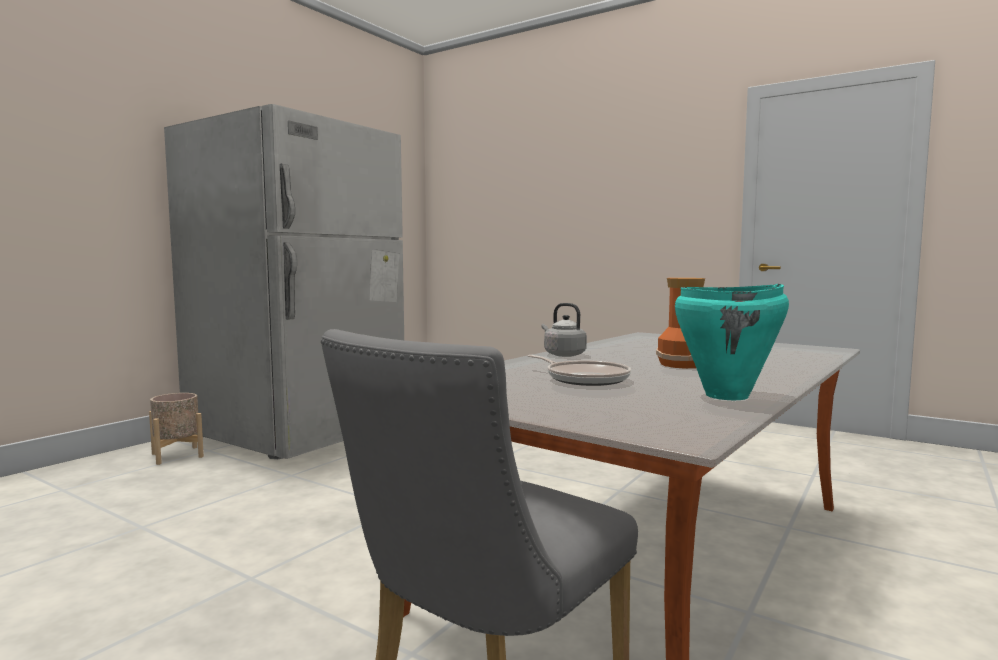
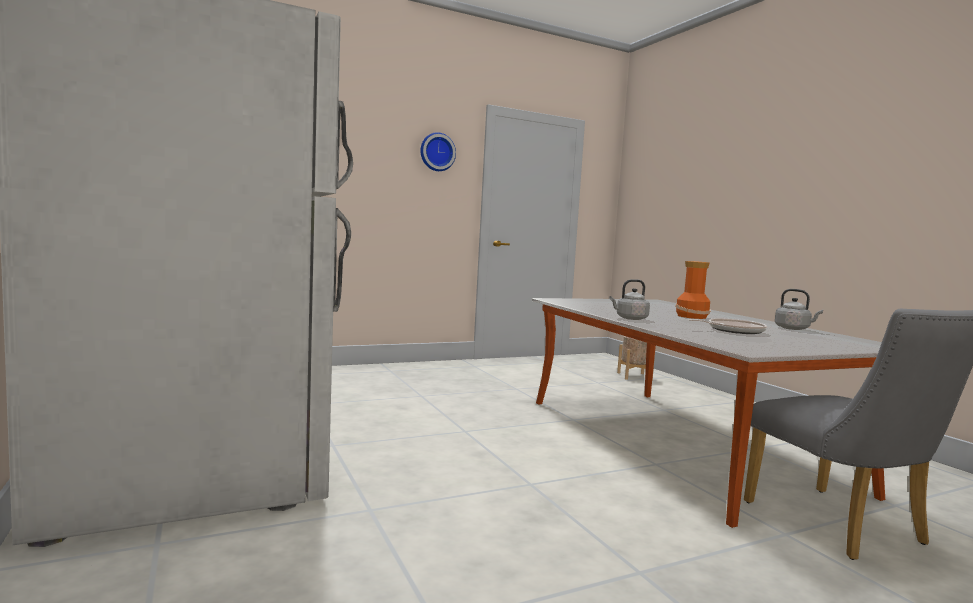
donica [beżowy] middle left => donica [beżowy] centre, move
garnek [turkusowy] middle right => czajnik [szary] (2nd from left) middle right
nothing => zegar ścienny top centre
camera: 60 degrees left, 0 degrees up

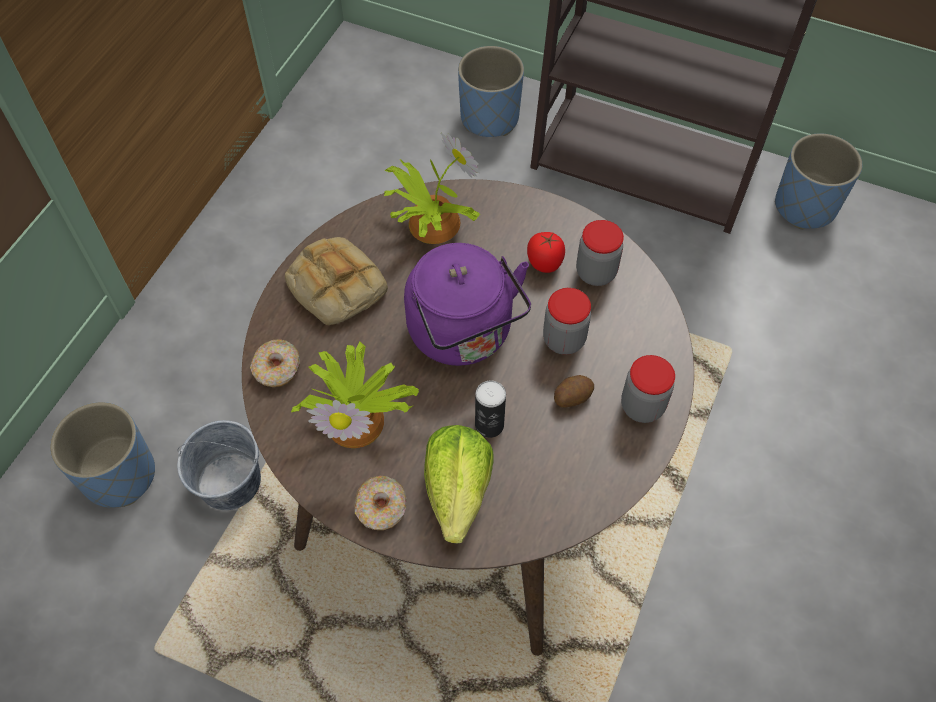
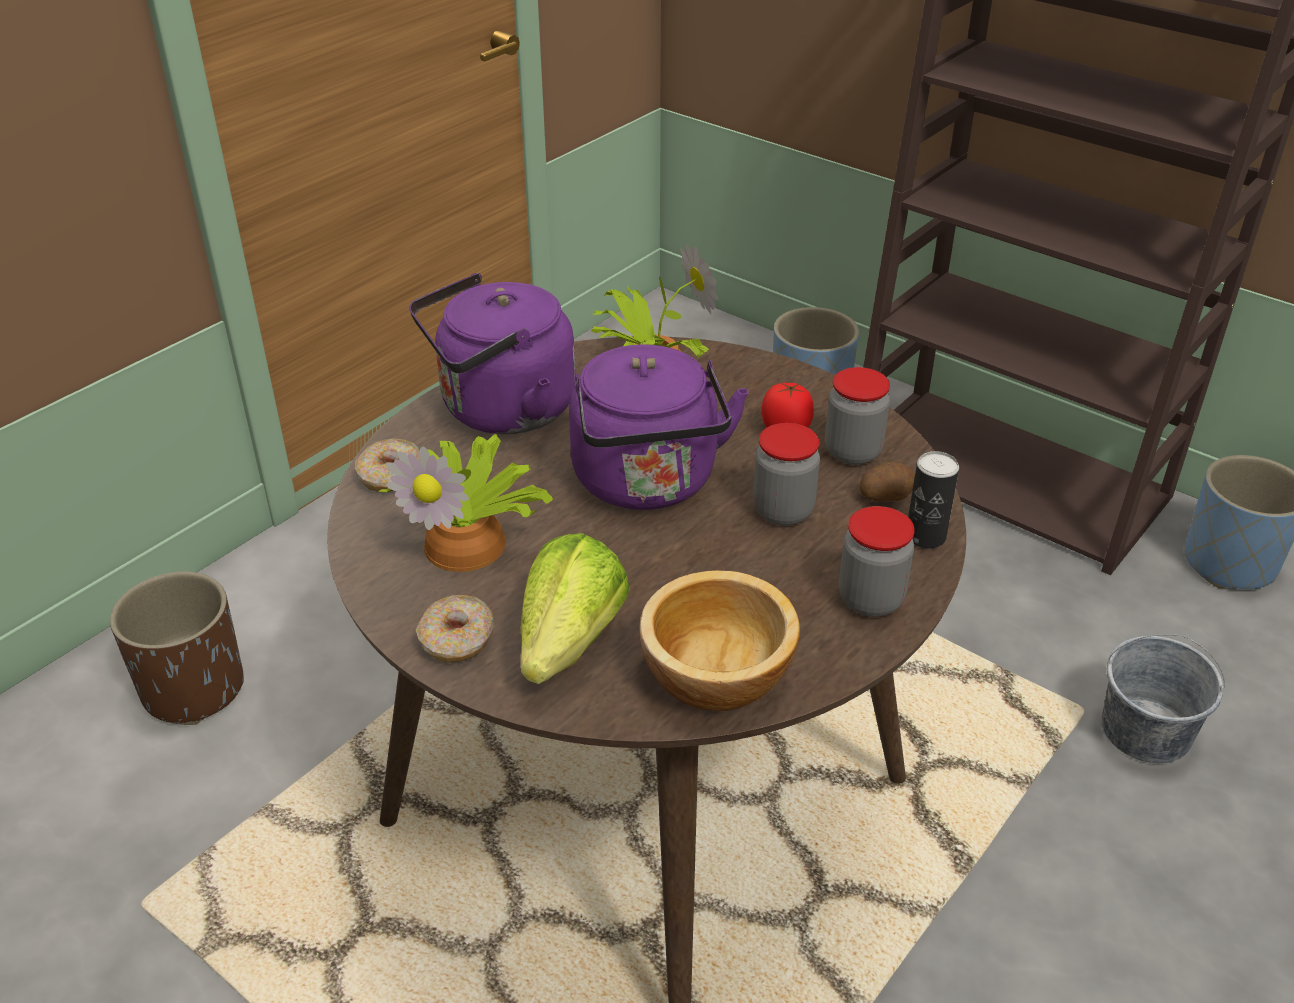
donica [niebieski] (1st from left) middle left => donica [brązowy] middle left
wiadro [szary] middle left => wiadro [szary] bottom right, move
chleb centre => czajnik [fioletowy] (1st from left) centre
puszka centre => puszka middle right, move
ziemniak centre => ziemniak middle right, move
nothing => miska centre
camera: 15 degrees right, 20 degrees down

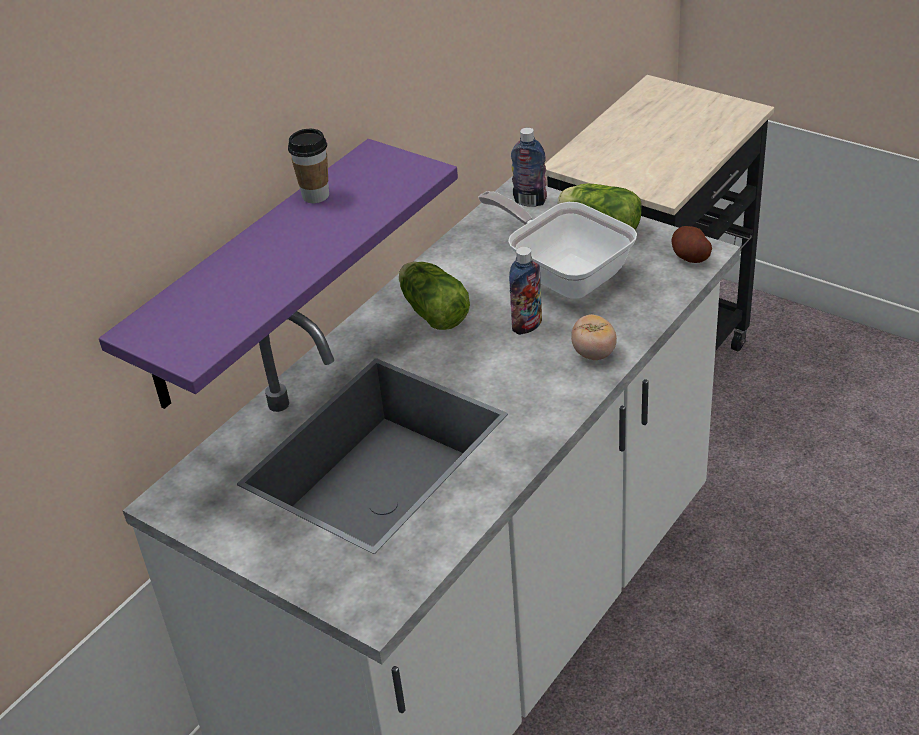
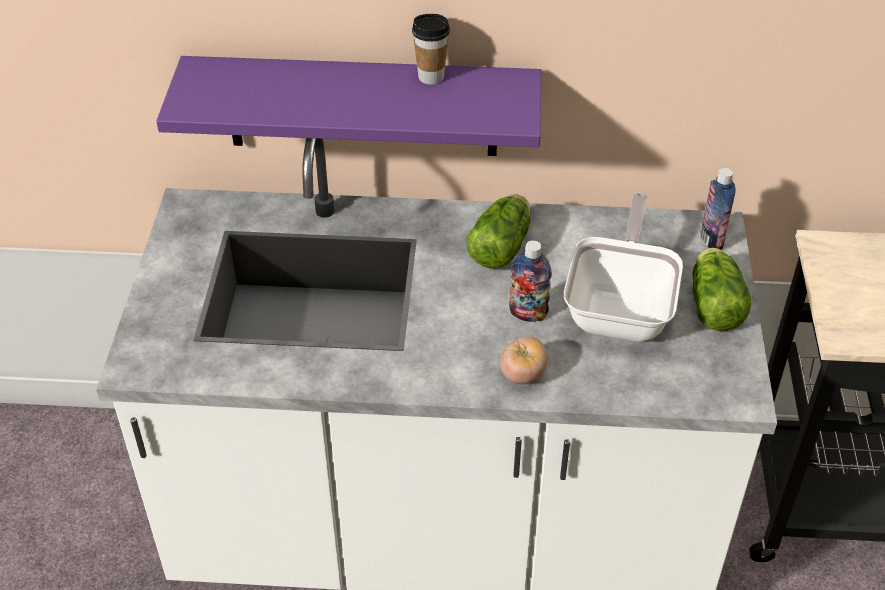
ziemniak top right => nothing
camera: 55 degrees right, 5 degrees up

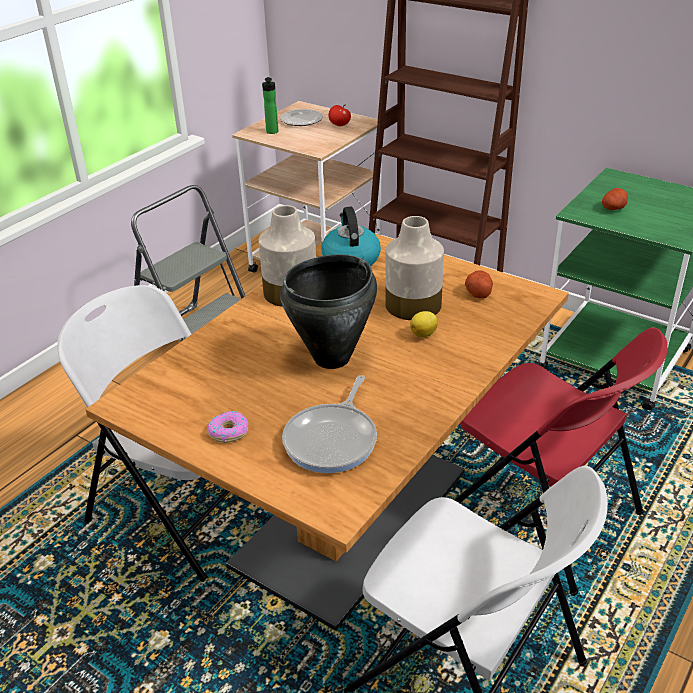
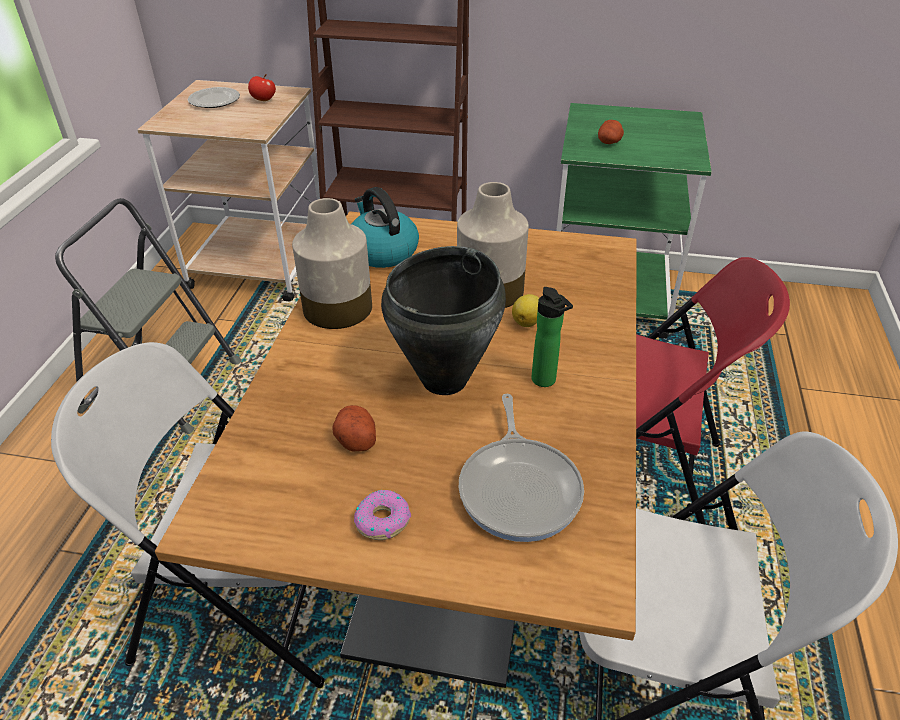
butelka top centre => butelka centre, move
ziemniak (1st from left) middle right => ziemniak (1st from left) centre, move
camera: 25 degrees left, 5 degrees up

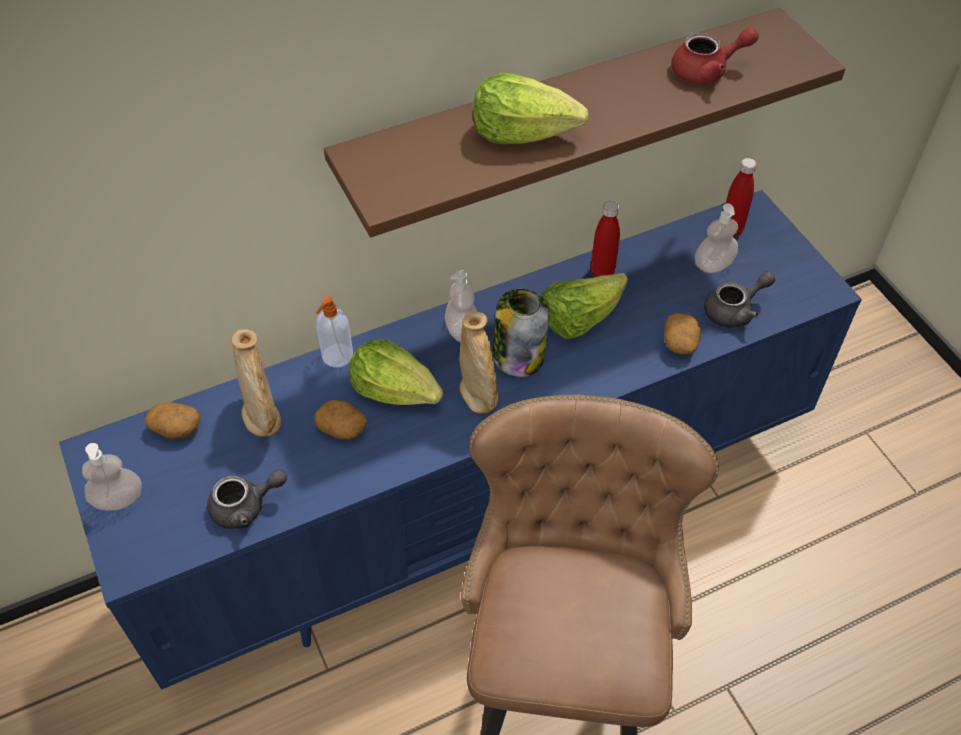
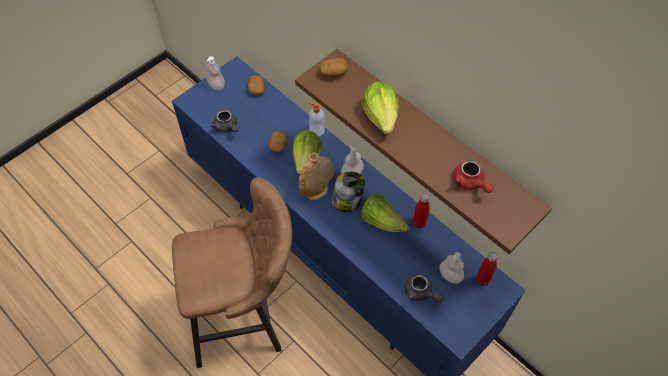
wazon [beżowy] (1st from left) middle left => nothing
ziemniak (3rd from left) middle right => ziemniak (3rd from left) top centre, move
camera: 70 degrees right, 5 degrees up

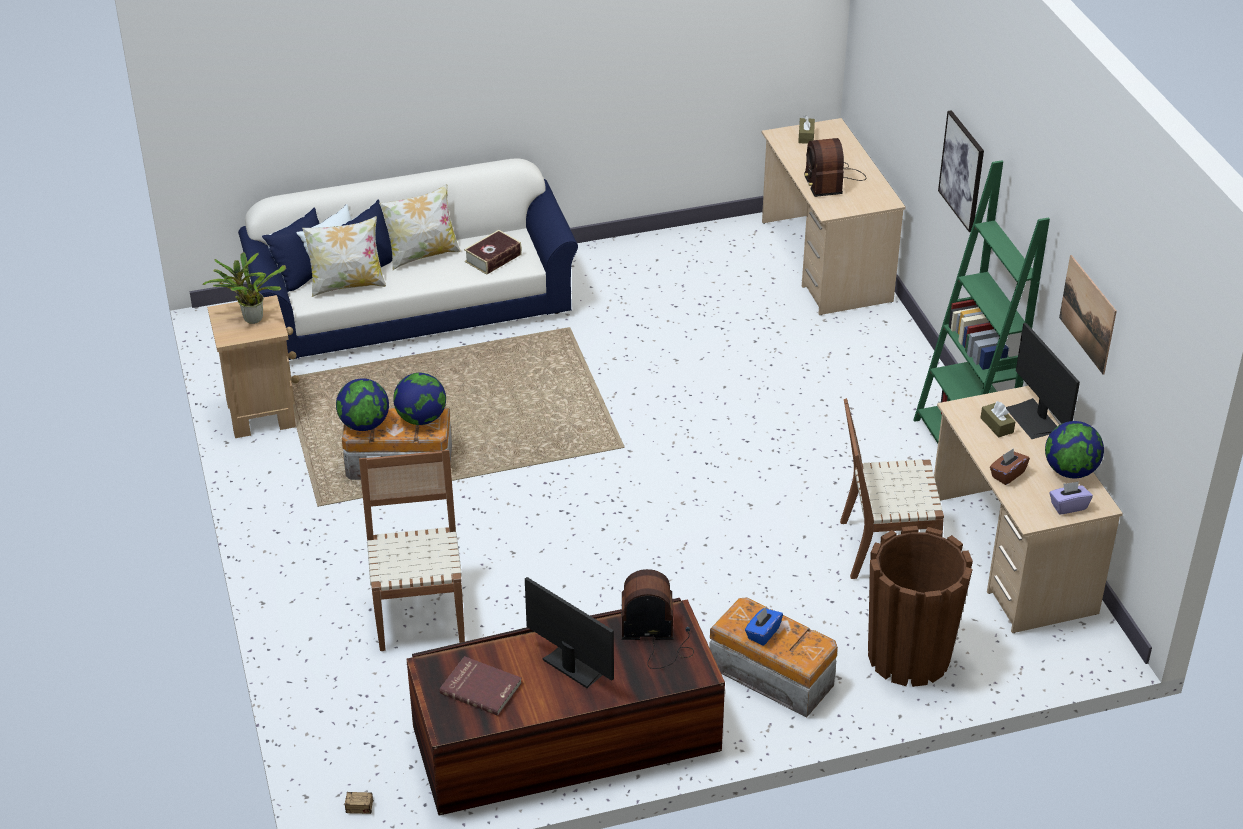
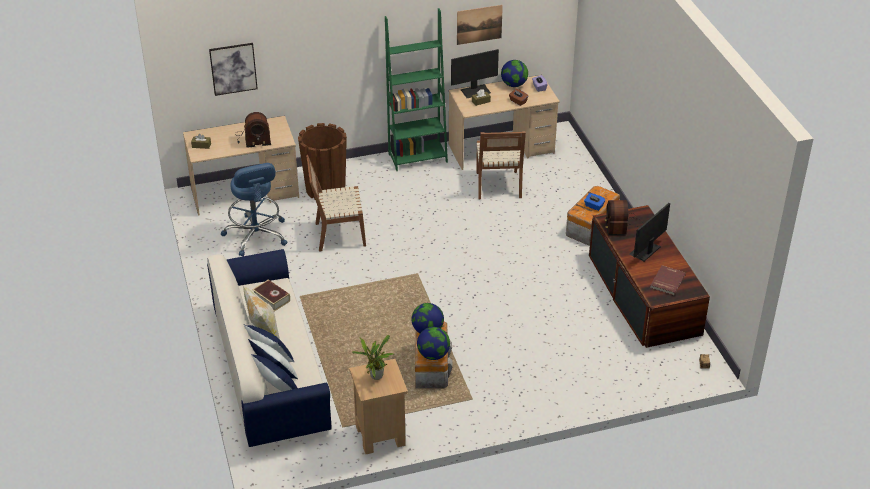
poduszka (1st from left) top left => nothing
krzesło (1st from left) middle left => krzesło (1st from left) centre, move
donica [brązowy] bottom right => donica [brązowy] top centre, move
obraz (1st from left) top right => obraz (1st from left) top left, move
nothing => stołek [niebieski] middle left
camera: 90 degrees left, 0 degrees up

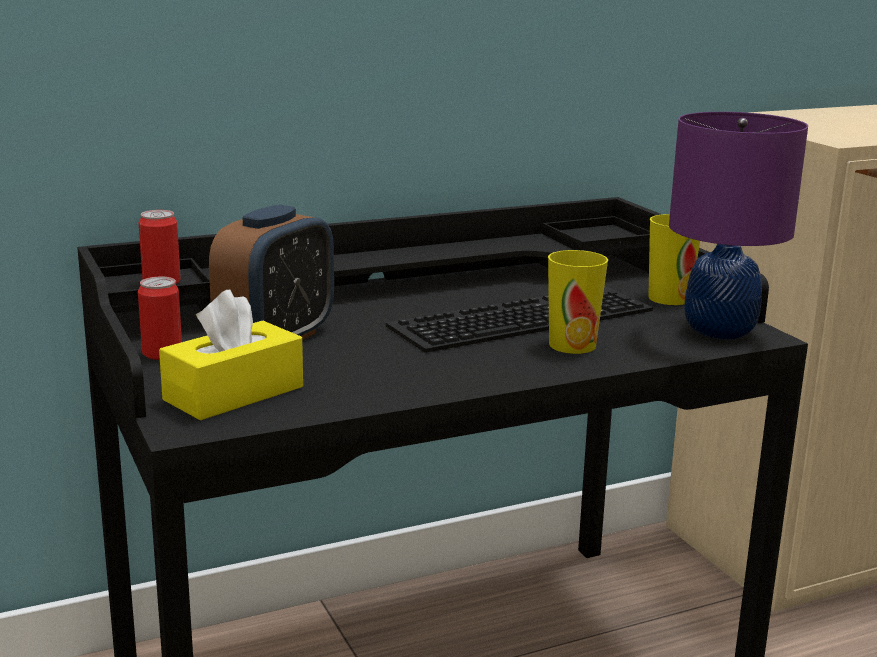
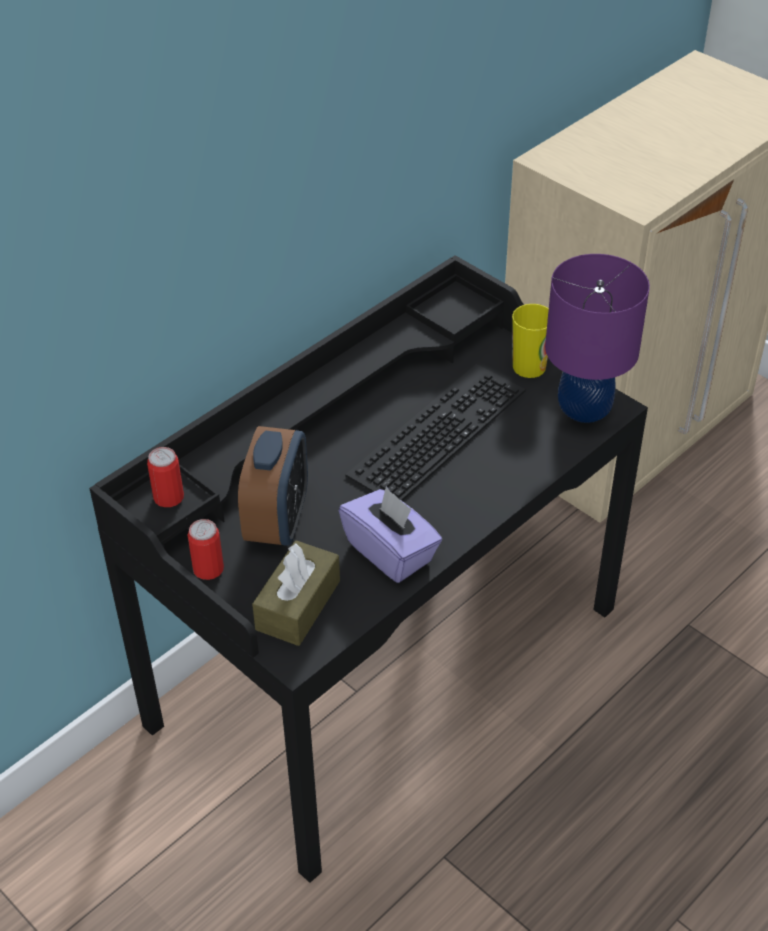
pudełko chusteczek [żółty] middle left => pudełko chusteczek [brązowy] centre
filiżanka (1st from left) centre => nothing
nothing => pudełko chusteczek [fioletowy] centre
camera: 20 degrees left, 25 degrees up

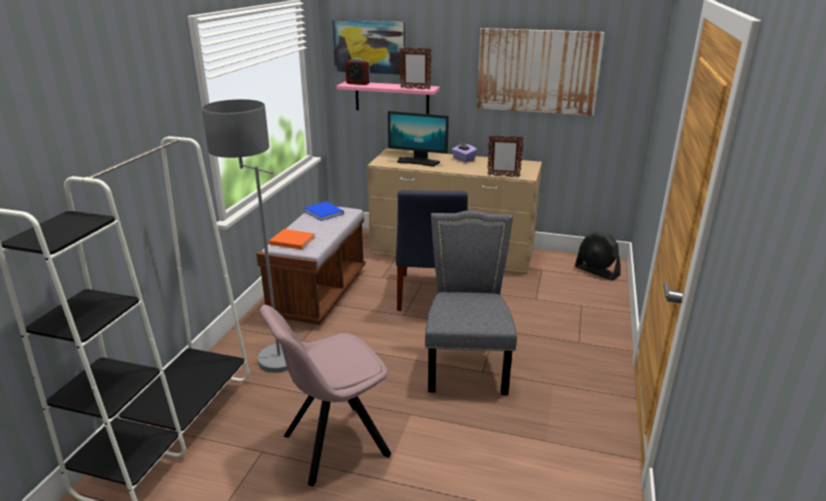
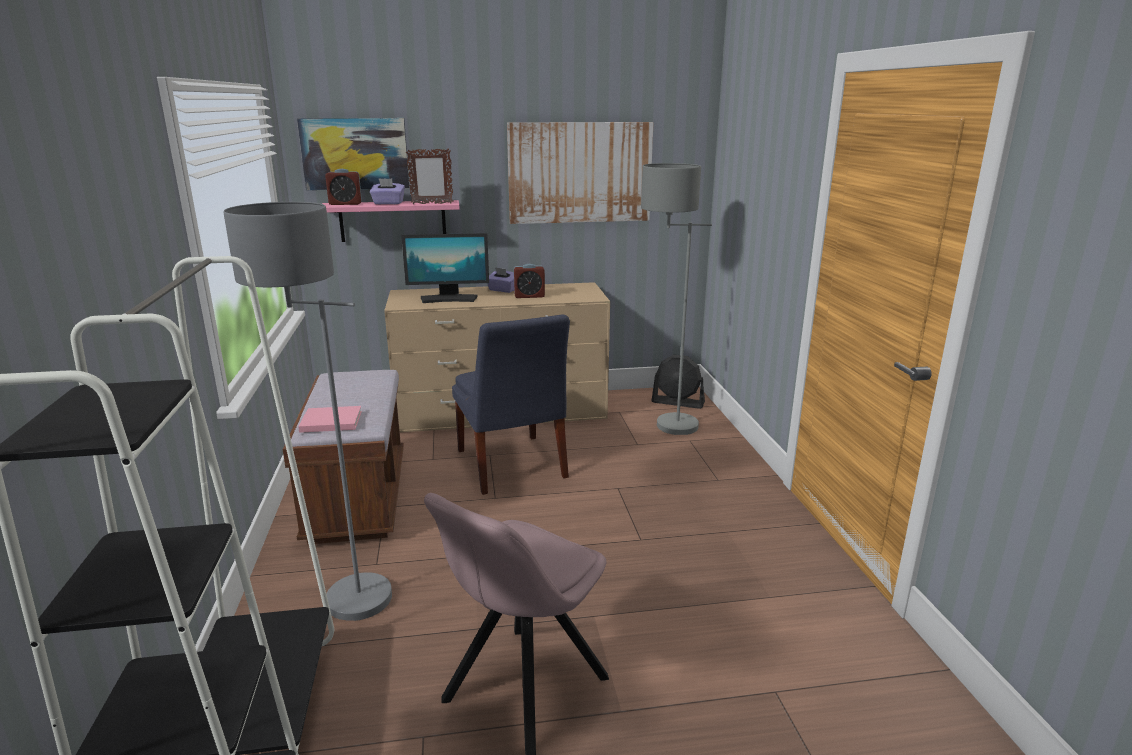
książka [pomarańczowy] centre => książka [różowy] middle left
książka [niebieski] centre => nothing
krzesło [szary] centre => nothing
ramka na zdjęcie (2nd from left) top centre => nothing
nothing => pudełko chusteczek [fioletowy] (1st from left) top centre
nothing => budzik (2nd from left) centre
nothing => lampa stojąca [szary] (2nd from left) centre
camera: 25 degrees left, 5 degrees down

